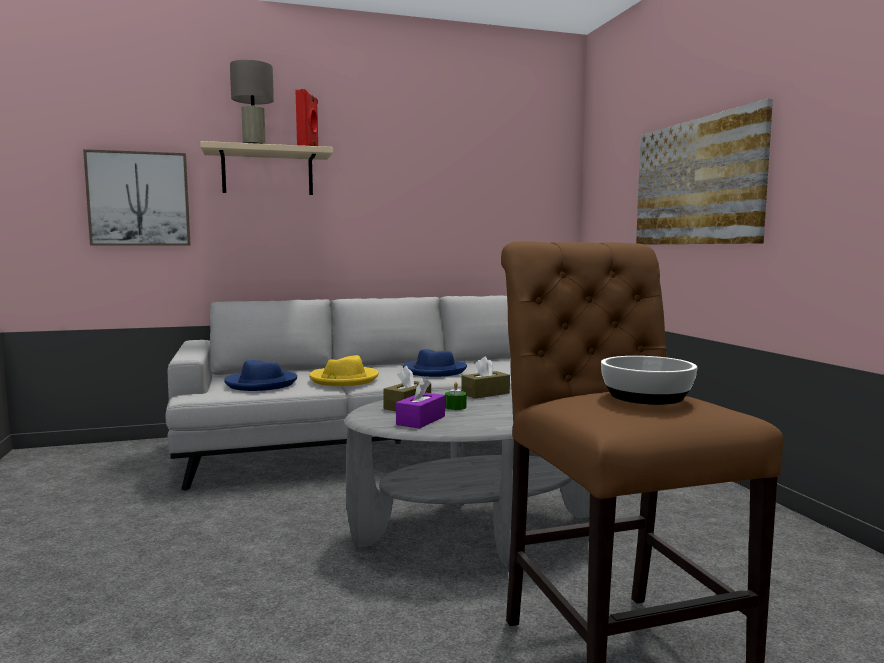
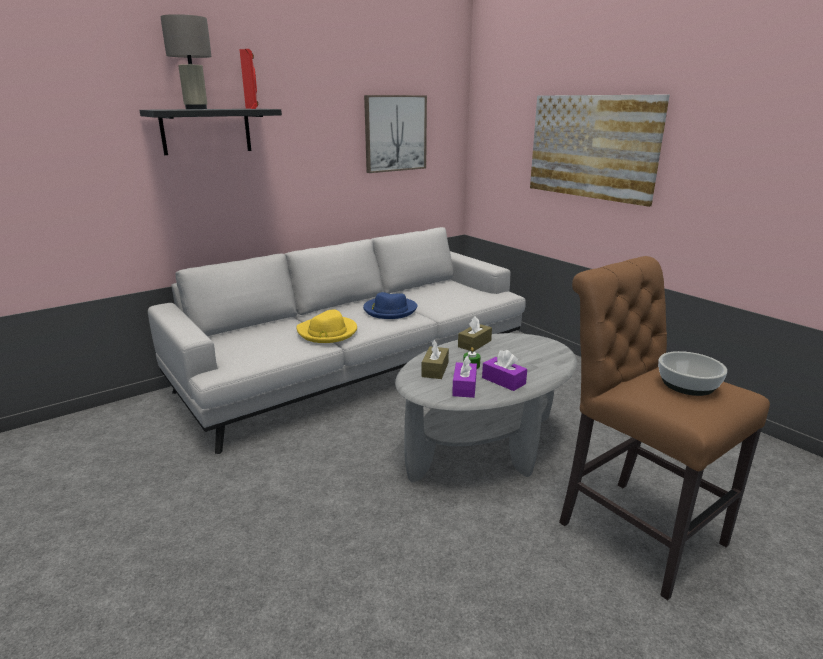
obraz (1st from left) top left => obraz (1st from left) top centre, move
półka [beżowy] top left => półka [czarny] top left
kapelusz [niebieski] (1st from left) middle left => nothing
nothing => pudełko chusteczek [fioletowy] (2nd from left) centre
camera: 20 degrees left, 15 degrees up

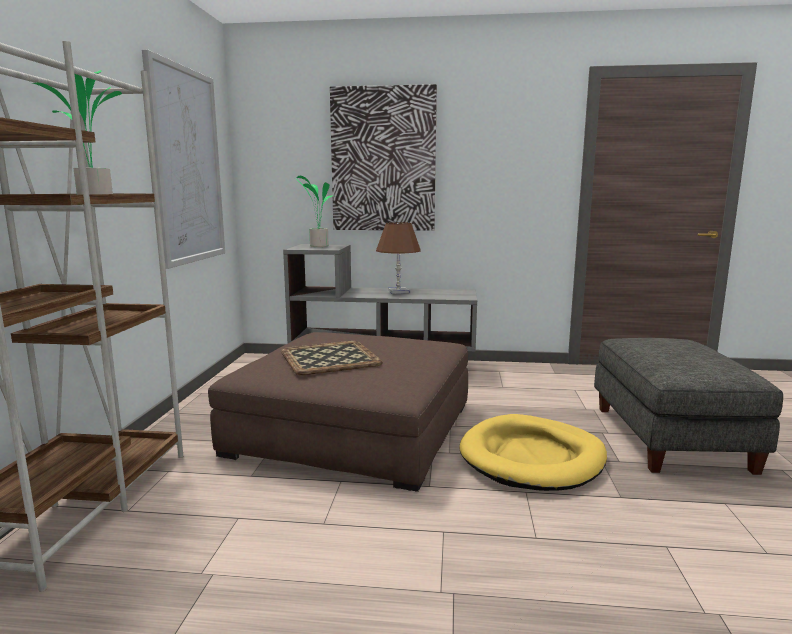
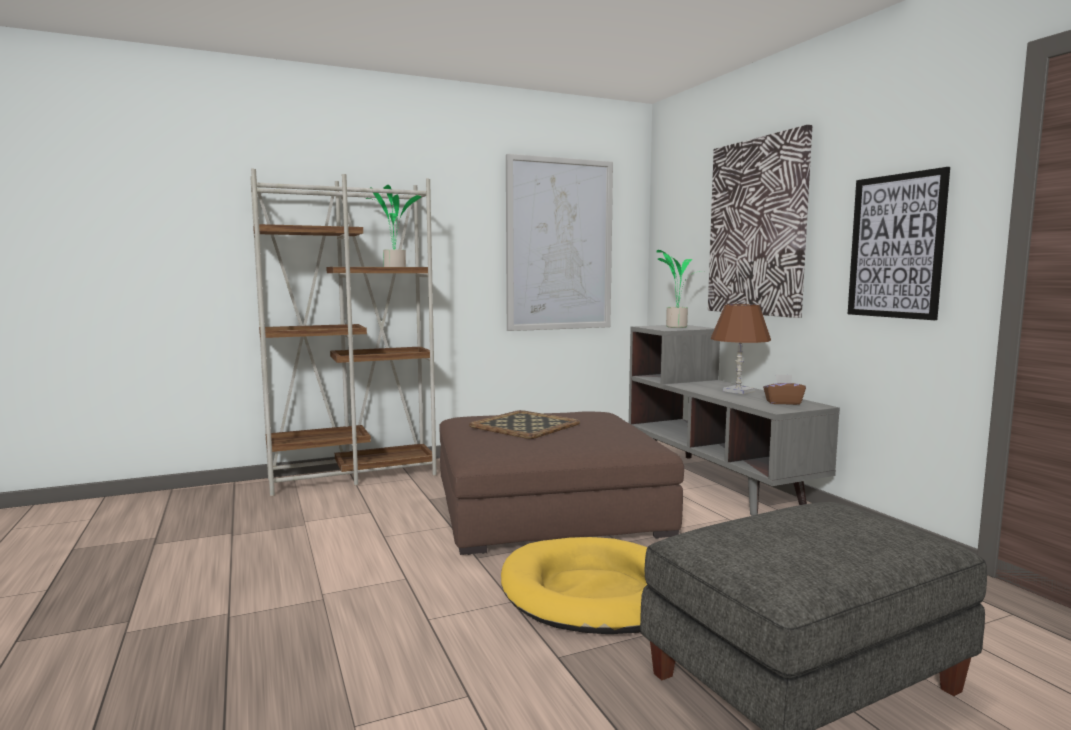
nothing => pudełko chusteczek [brązowy] middle right
nothing => obraz (3rd from left) top right
camera: 60 degrees right, 5 degrees down

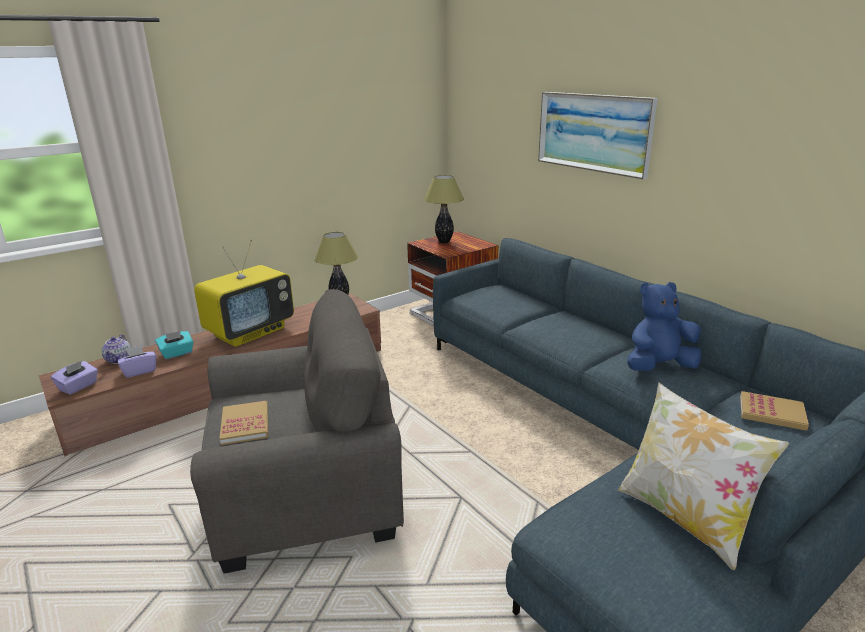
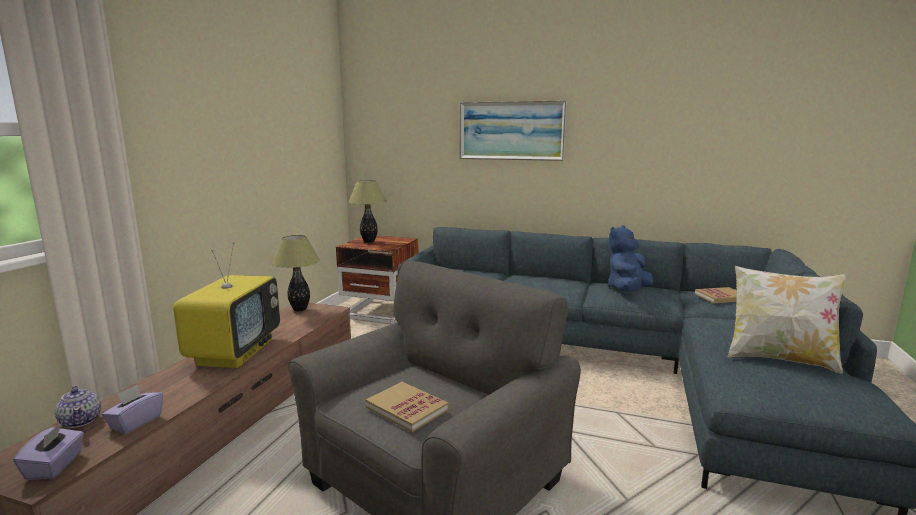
pudełko chusteczek [turkusowy] middle left => nothing
camera: 35 degrees left, 10 degrees down

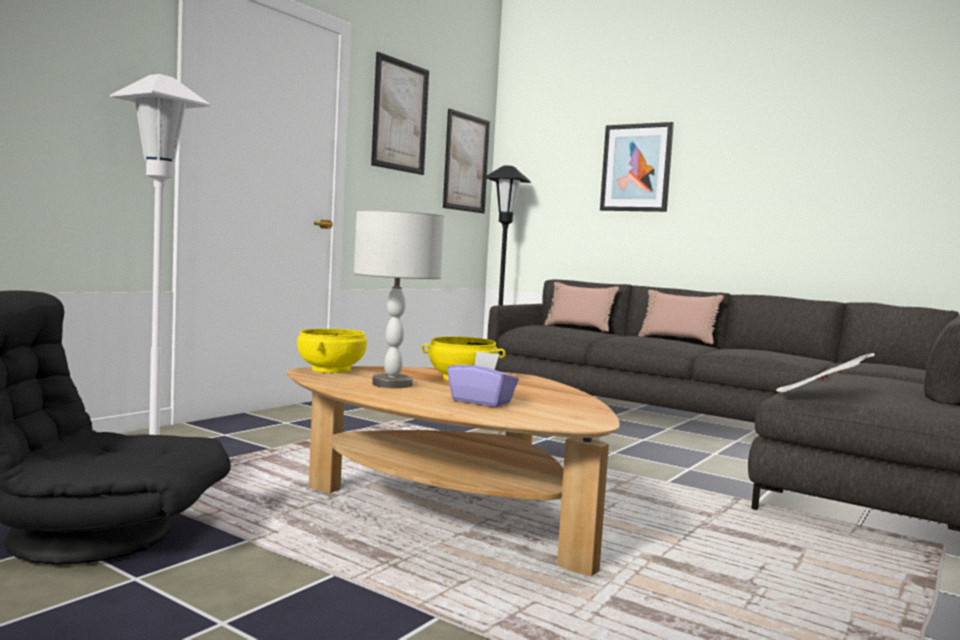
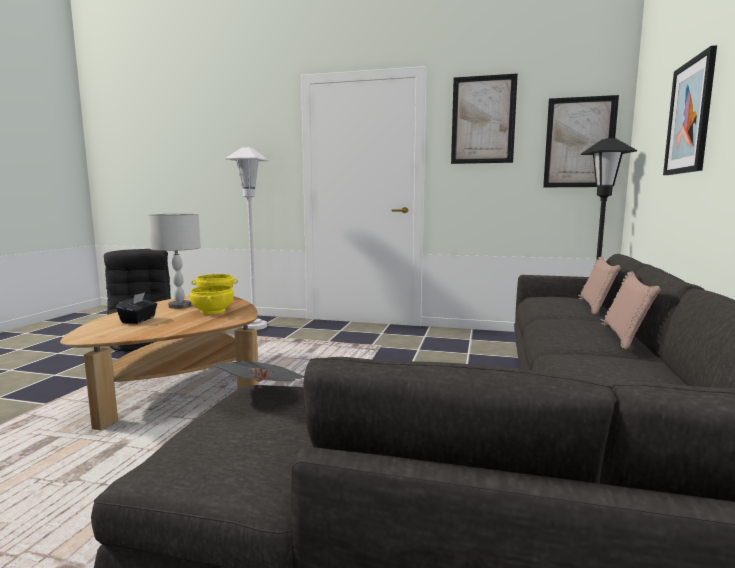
pudełko chusteczek [fioletowy] centre => pudełko chusteczek [czarny] middle left
camera: 70 degrees right, 5 degrees up

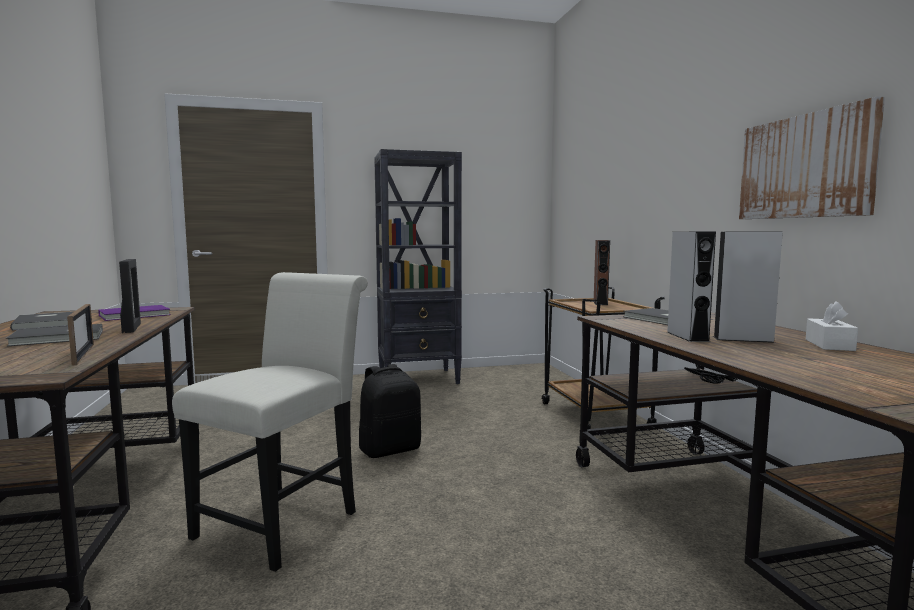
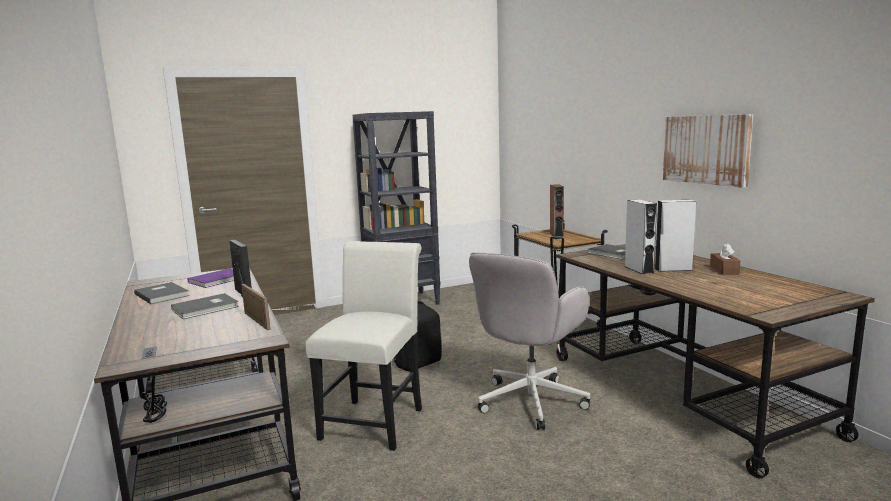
pudełko chusteczek [biały] middle right => pudełko chusteczek [brązowy] middle right
nothing => krzesło biurowe [szary] bottom centre
camera: 10 degrees left, 5 degrees up

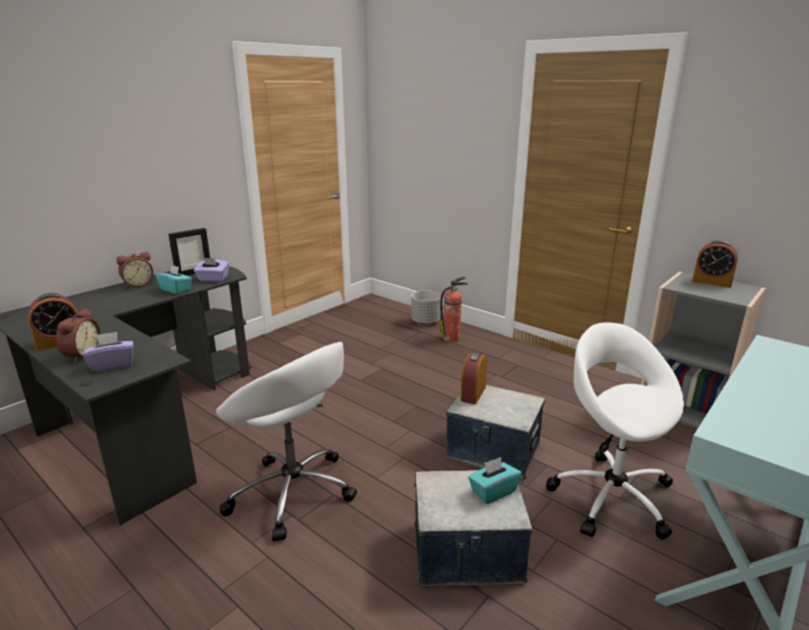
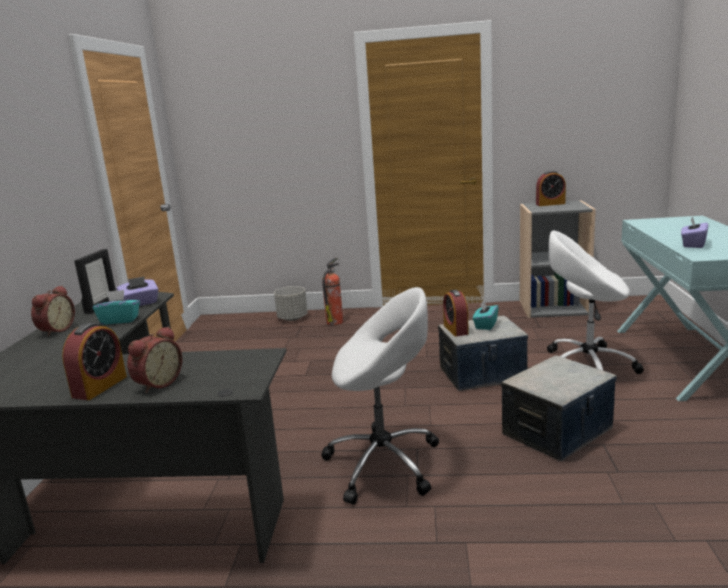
budzik (2nd from left in the first image) middle left => budzik (3rd from left) middle left, 60 degrees clockwise
pudełko chusteczek [fioletowy] (1st from left in the first image) middle left => pudełko chusteczek [fioletowy] (2nd from left) middle right, move
pudełko chusteczek [turkusowy] (2nd from left) bottom centre => pudełko chusteczek [turkusowy] (2nd from left) centre, move
camera: 35 degrees left, 5 degrees down

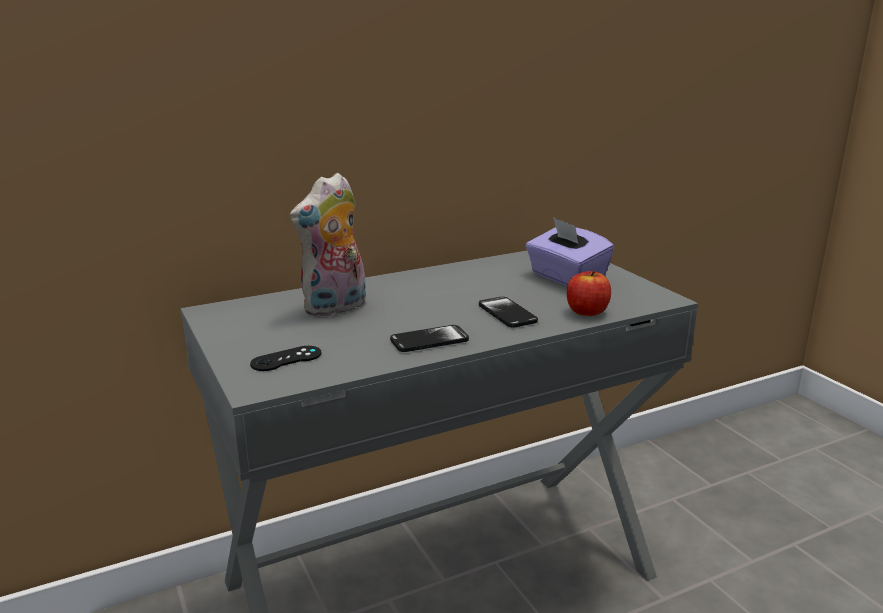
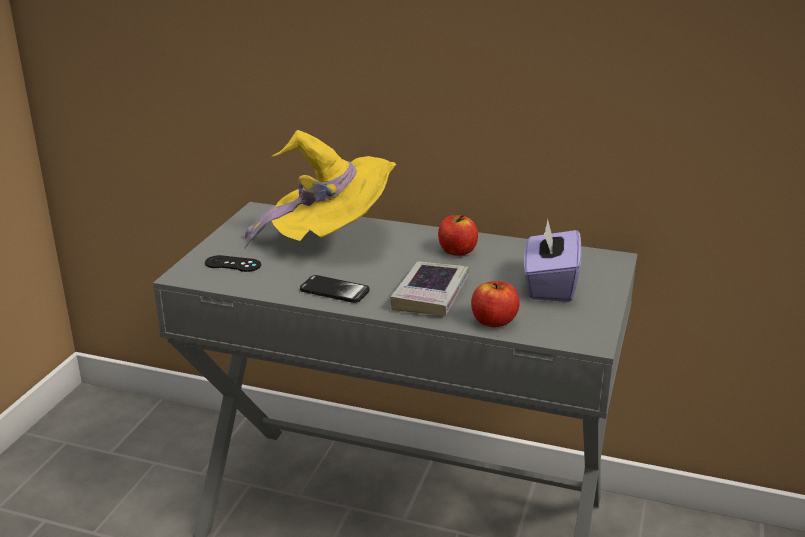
pluszak centre => kapelusz [żółty] centre
telefon (2nd from left) centre => książka centre
nothing => jabłko (1st from left) centre
camera: 45 degrees right, 5 degrees up

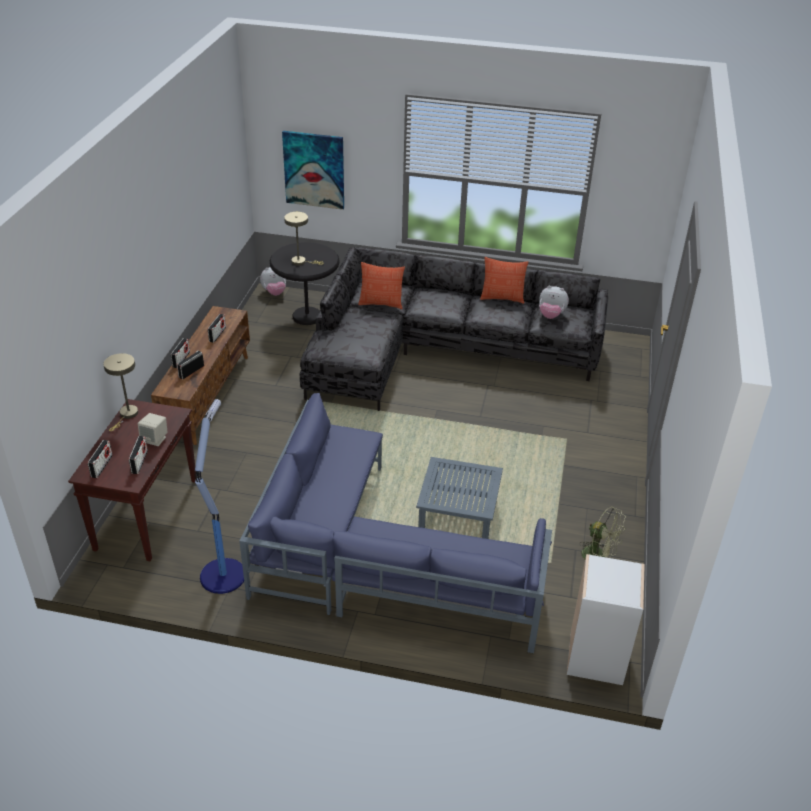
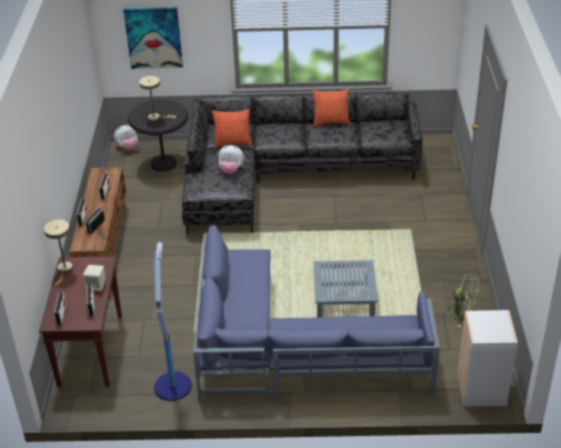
pluszak (2nd from left) middle right => pluszak (2nd from left) centre, move
camera: 10 degrees left, 0 degrees up

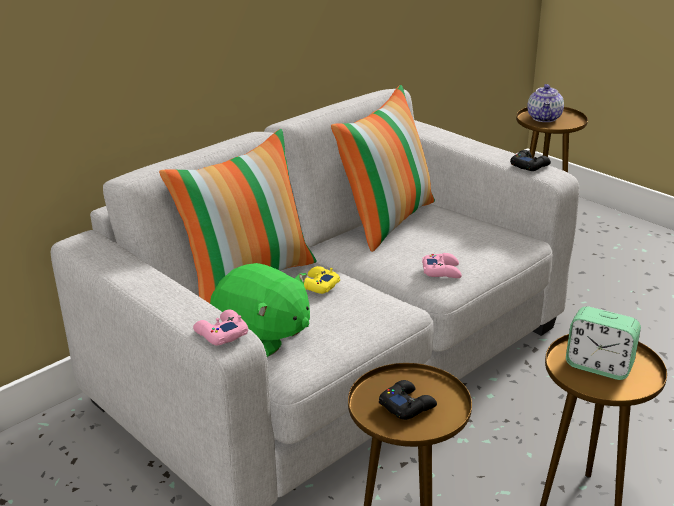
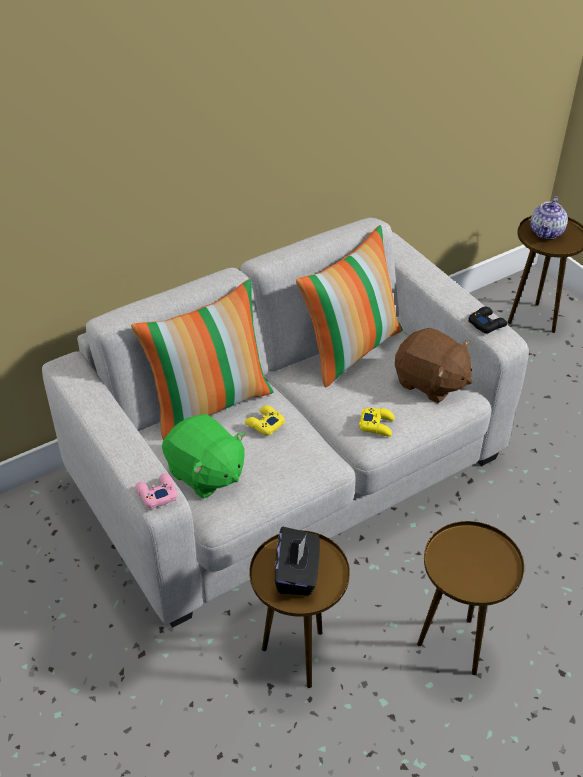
pad do gier [czarny] (1st from left) bottom centre => pudełko chusteczek [czarny] bottom centre
pad do gier [różowy] (2nd from left) centre => pad do gier [żółty] (2nd from left) centre
budzik bottom right => nothing
nothing => pluszak [brązowy] middle right
camera: 10 degrees right, 15 degrees up

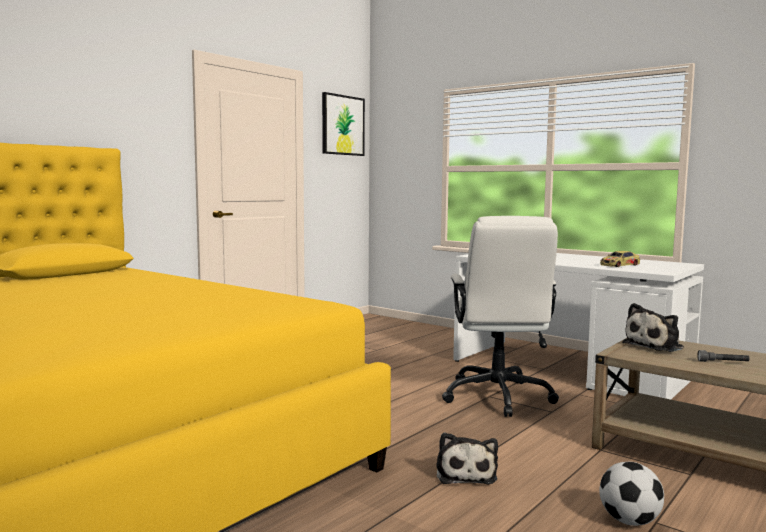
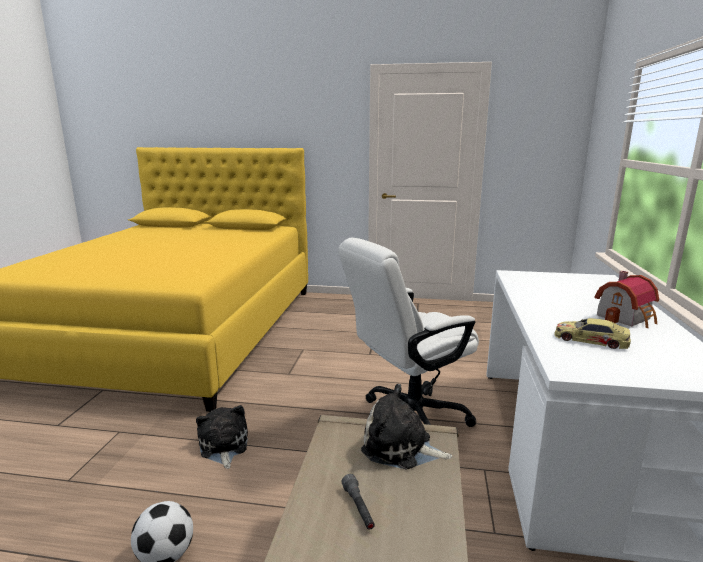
obraz top centre => nothing
pluszak (1st from left) bottom centre => pluszak (1st from left) bottom left, 105 degrees clockwise
nothing => domek middle right
camera: 60 degrees right, 10 degrees up

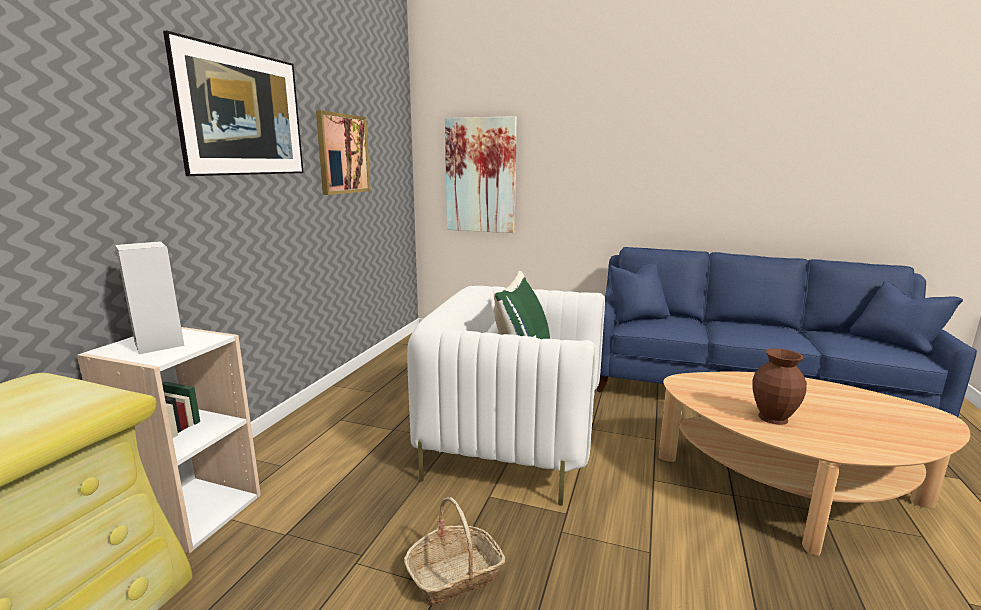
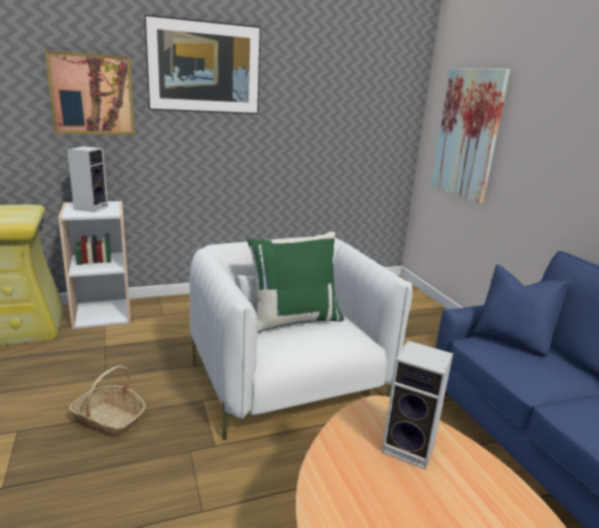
obraz (2nd from left in the first image) top centre => obraz (1st from left) top left, move
wazon [brązowy] middle right => nothing
nothing => głośnik (2nd from left) bottom right
camera: 50 degrees right, 5 degrees up

